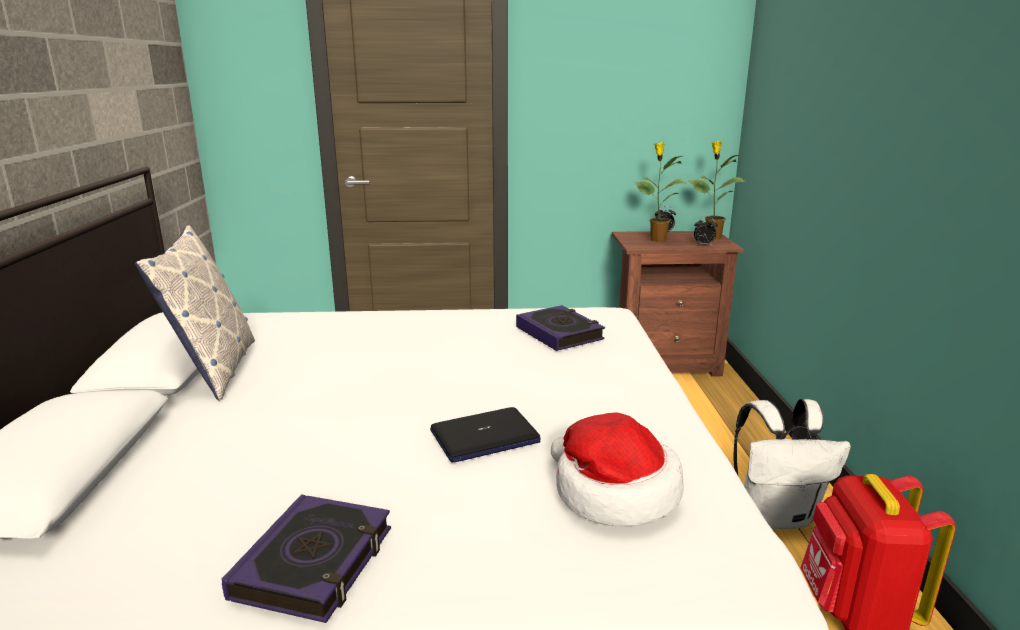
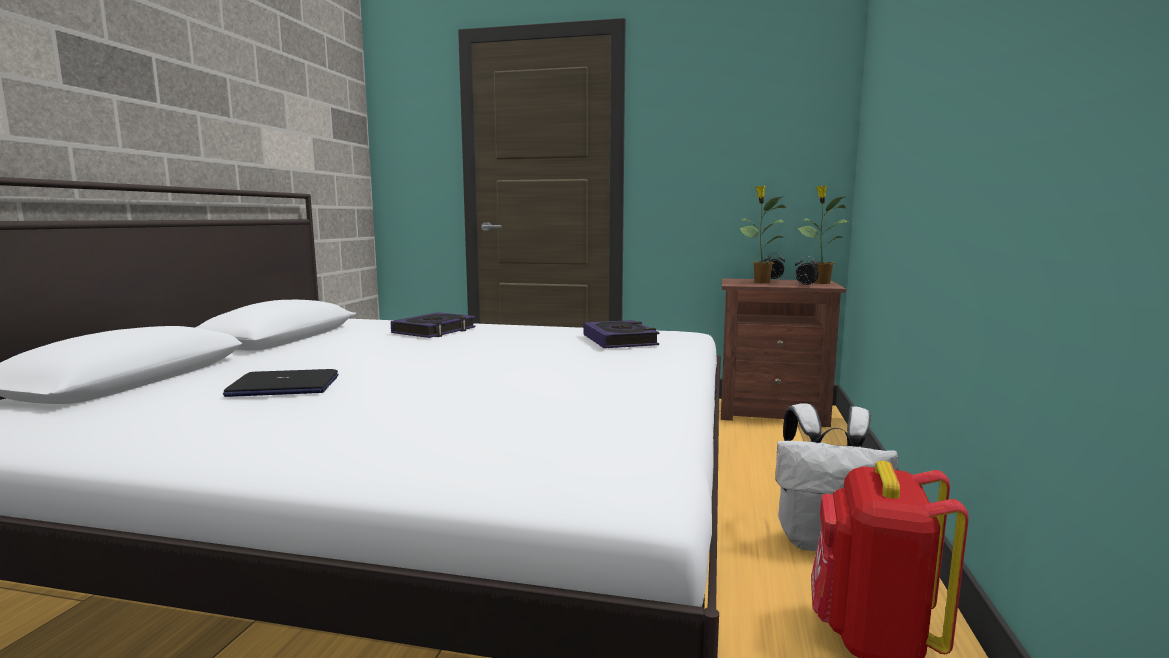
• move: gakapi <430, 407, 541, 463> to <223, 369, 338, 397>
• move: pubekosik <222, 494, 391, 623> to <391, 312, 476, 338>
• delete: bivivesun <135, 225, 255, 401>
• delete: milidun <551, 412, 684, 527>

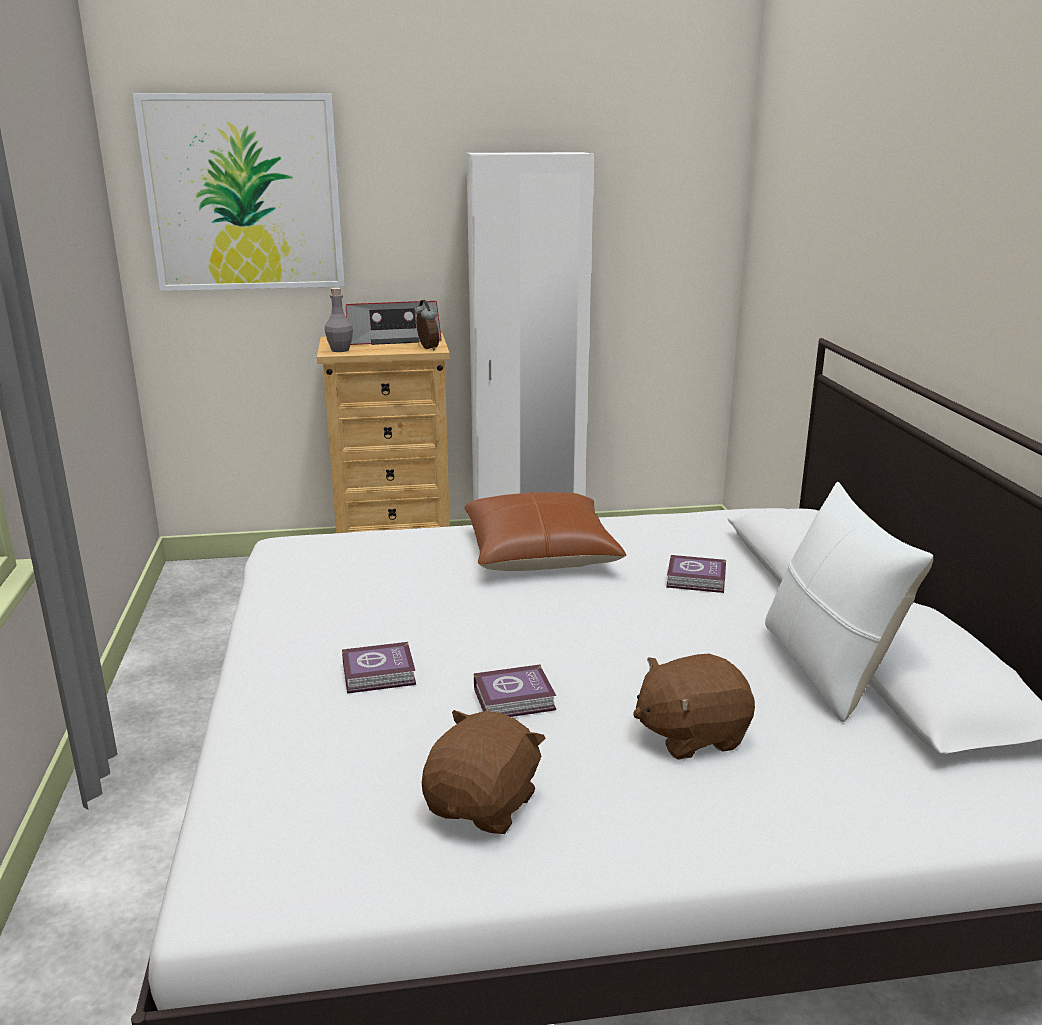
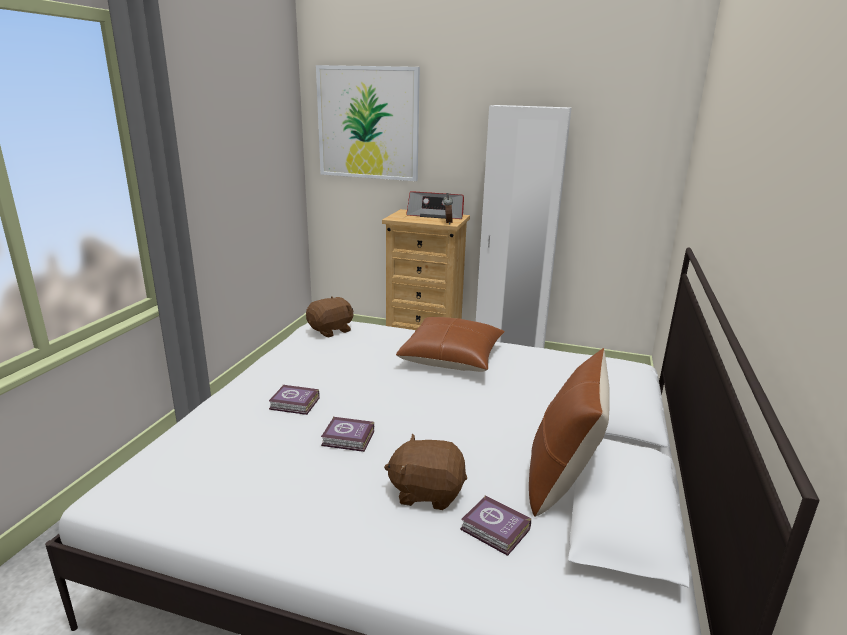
• move: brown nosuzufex <422, 710, 546, 834> to <306, 296, 353, 337>
• move: pubekosik <666, 555, 726, 593> to <460, 495, 531, 556>
• recolor: white bivivesun <765, 482, 933, 722> to brown bivivesun <529, 348, 610, 517>
• delete: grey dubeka <325, 288, 353, 352>

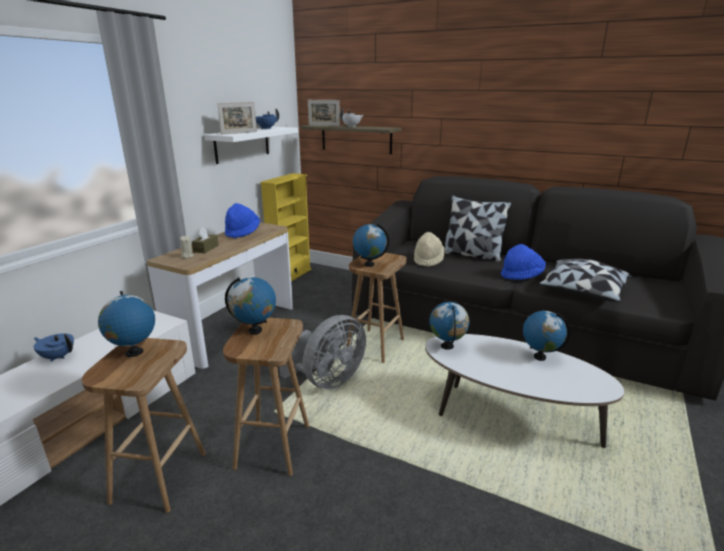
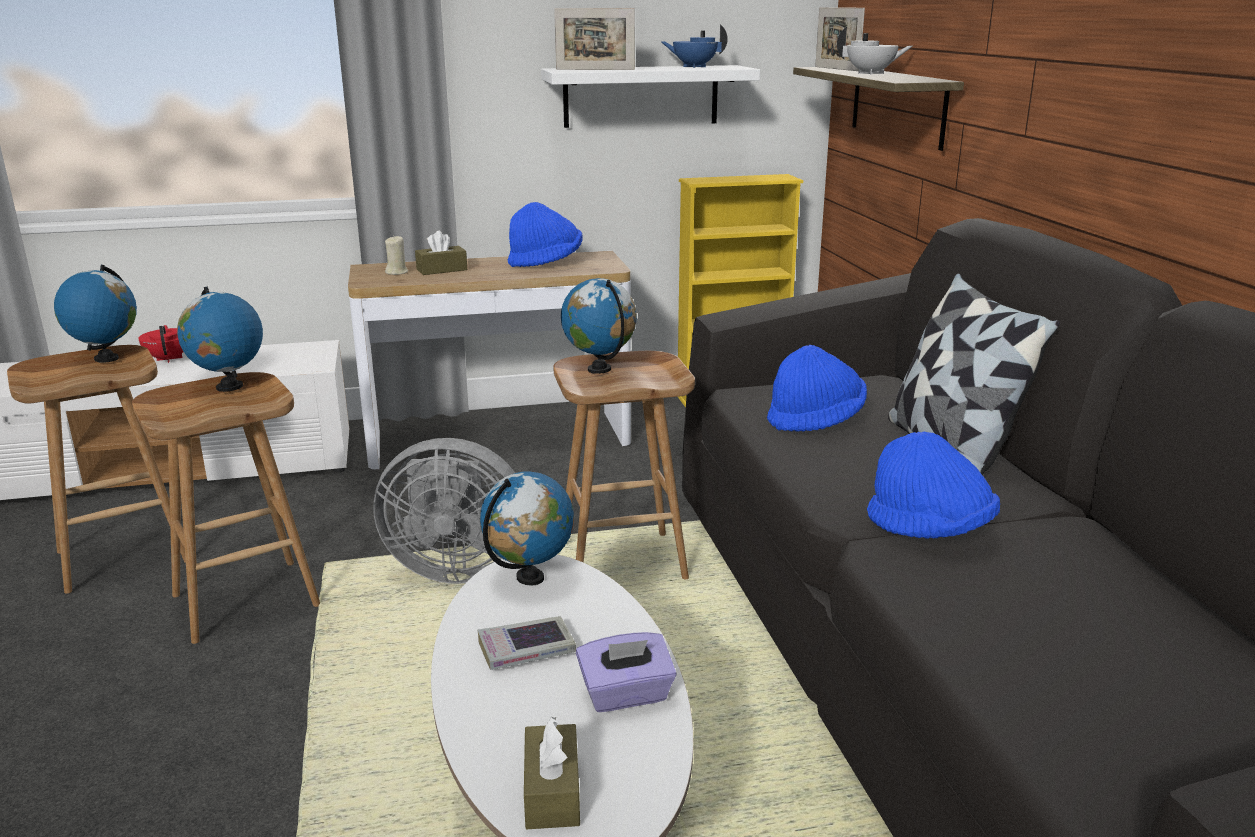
• recolor: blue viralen <34, 333, 74, 361> to red viralen <138, 325, 183, 363>
• insert: pubekosik <478, 616, 576, 670>
• insert: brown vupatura <524, 717, 580, 829>
• replace: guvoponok <523, 311, 570, 361> to purple vupatura <576, 632, 676, 712>
• recolor: beige milidun <414, 232, 445, 267> to blue milidun <767, 345, 867, 432>
• delete: bivivesun <539, 259, 632, 302>

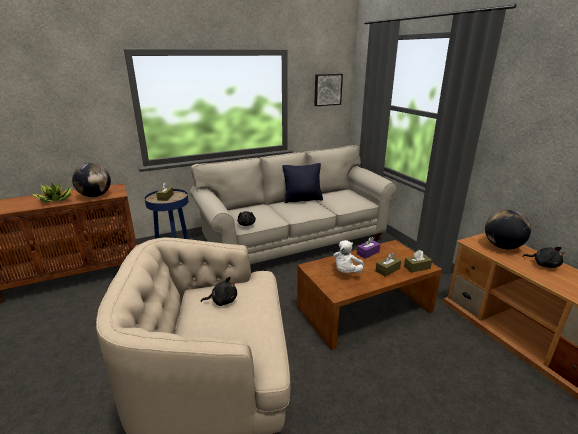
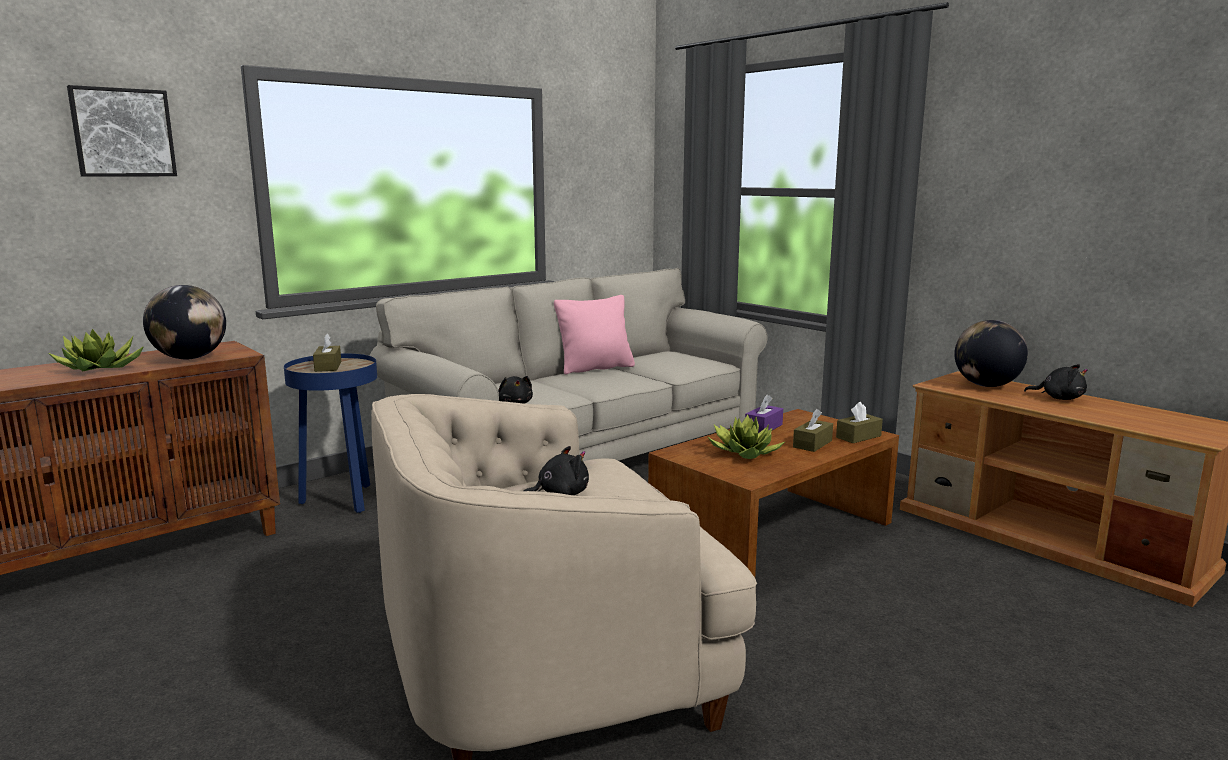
• move: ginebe <314, 74, 343, 106> to <67, 85, 177, 177>
• recolor: black bivivesun <282, 163, 323, 203> to pink bivivesun <554, 295, 635, 374>
• replace: white nosuzufex <333, 240, 364, 273> to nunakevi <708, 415, 786, 459>

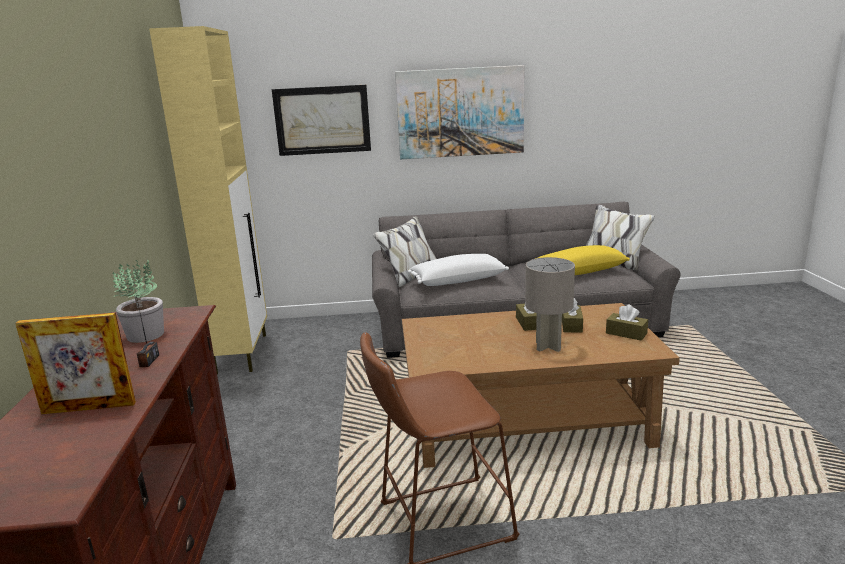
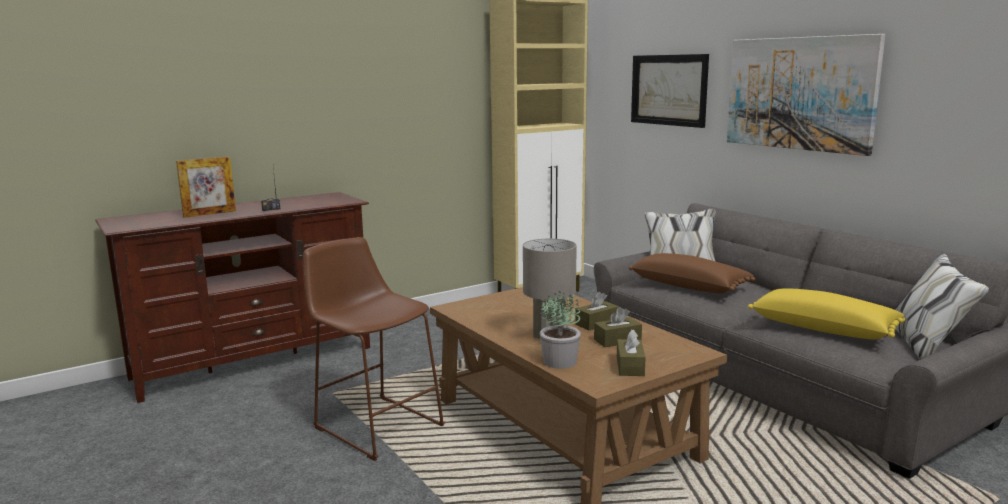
• rotate: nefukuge <15, 312, 136, 414> = <176, 156, 236, 218> 90 degrees counterclockwise
• move: nunakevi <112, 260, 164, 343> to <540, 291, 581, 369>
• recolor: white bivivesun <408, 254, 509, 286> to brown bivivesun <629, 253, 755, 293>

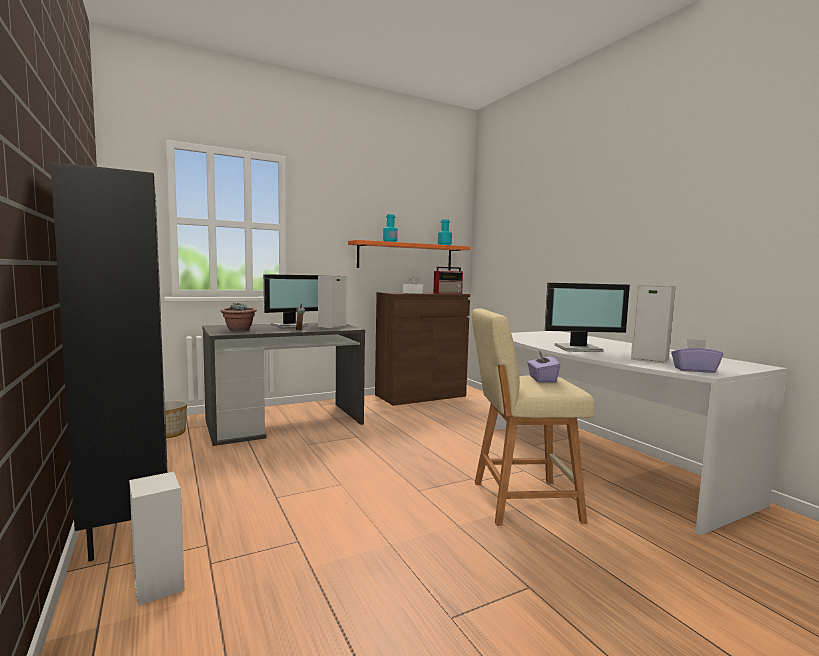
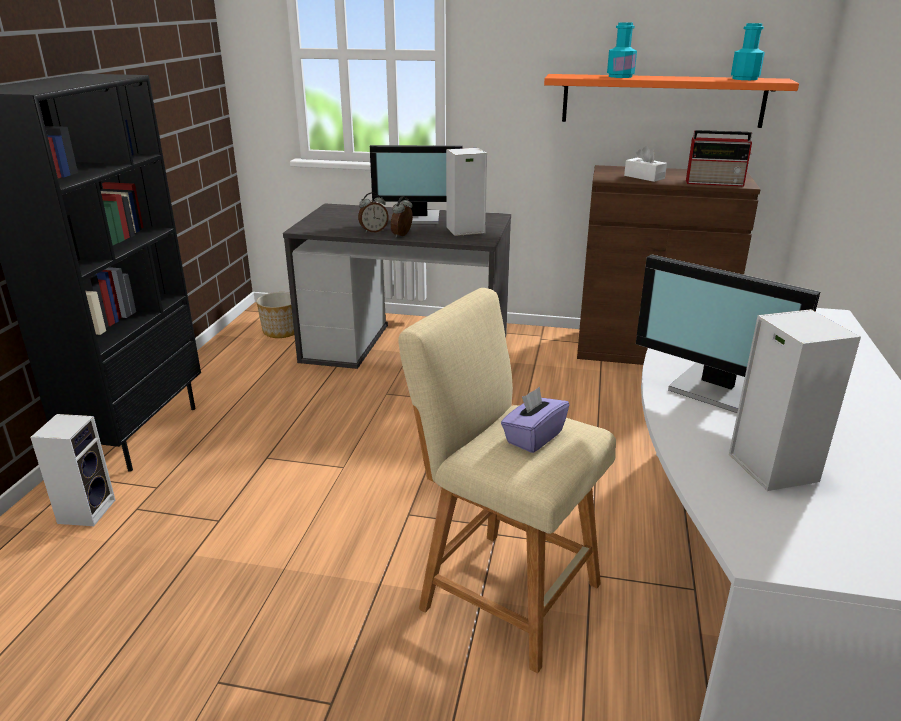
• insert: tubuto <358, 192, 389, 233>
• delete: nunakevi <220, 303, 257, 331>
• delete: purple vupatura <671, 339, 723, 373>

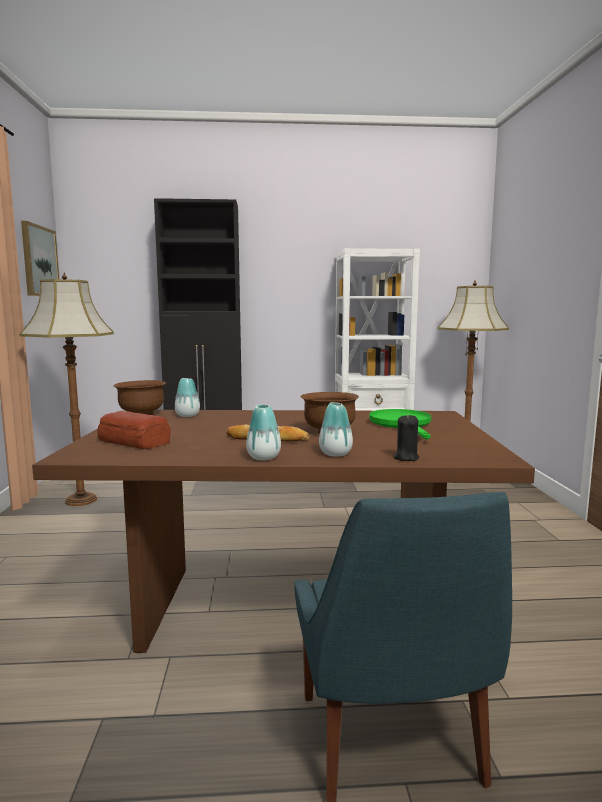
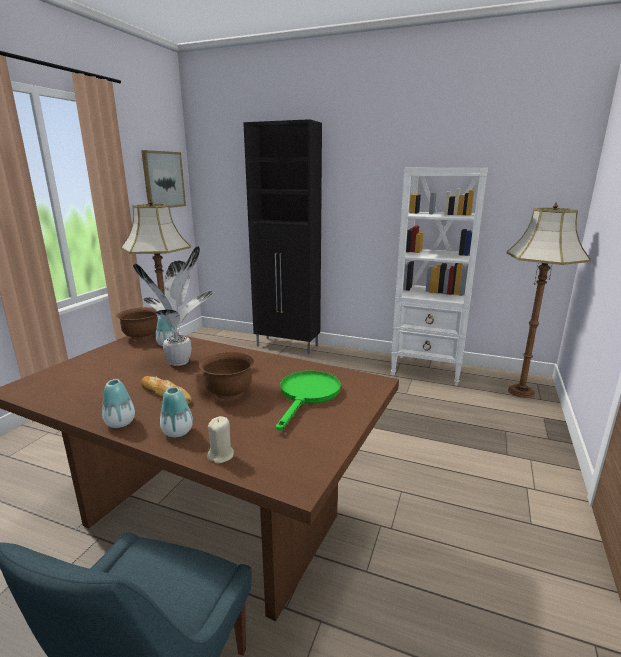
• insert: nunakevi <133, 246, 213, 366>
• recolor: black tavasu <393, 414, 419, 461> to beige tavasu <207, 416, 234, 464>
• delete: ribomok <97, 411, 171, 449>

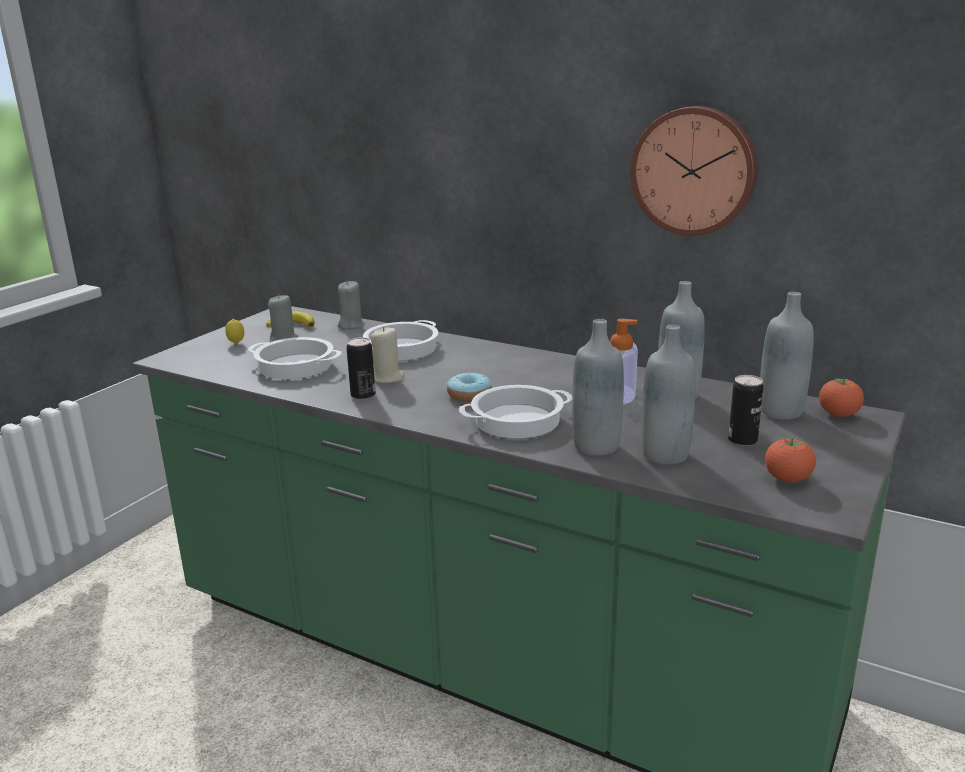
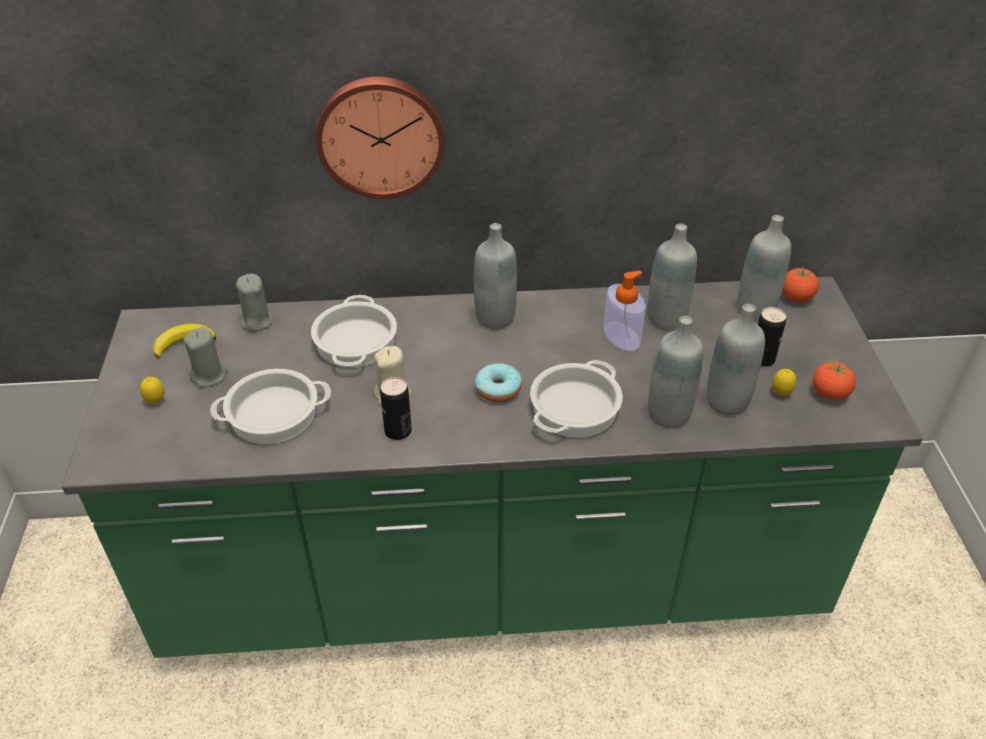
• move: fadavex <630, 106, 757, 236> to <316, 77, 445, 199>
• insert: grey dubeka <474, 223, 517, 330>
• insert: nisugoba <772, 369, 796, 395>

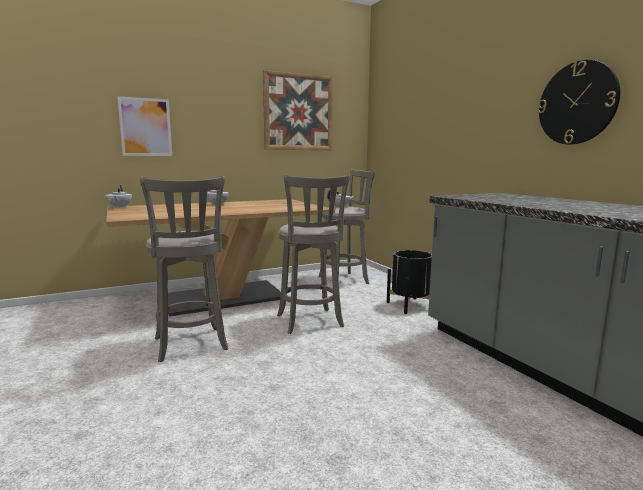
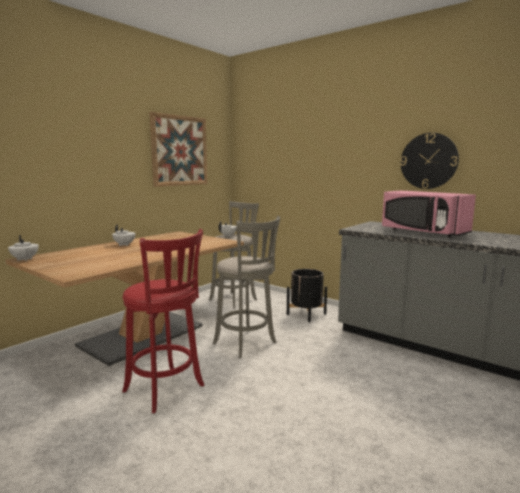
• recolor: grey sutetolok <140, 176, 229, 362> to red sutetolok <122, 229, 204, 413>
• insert: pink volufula <382, 191, 476, 238>
• delete: ginebe <117, 96, 172, 156>

